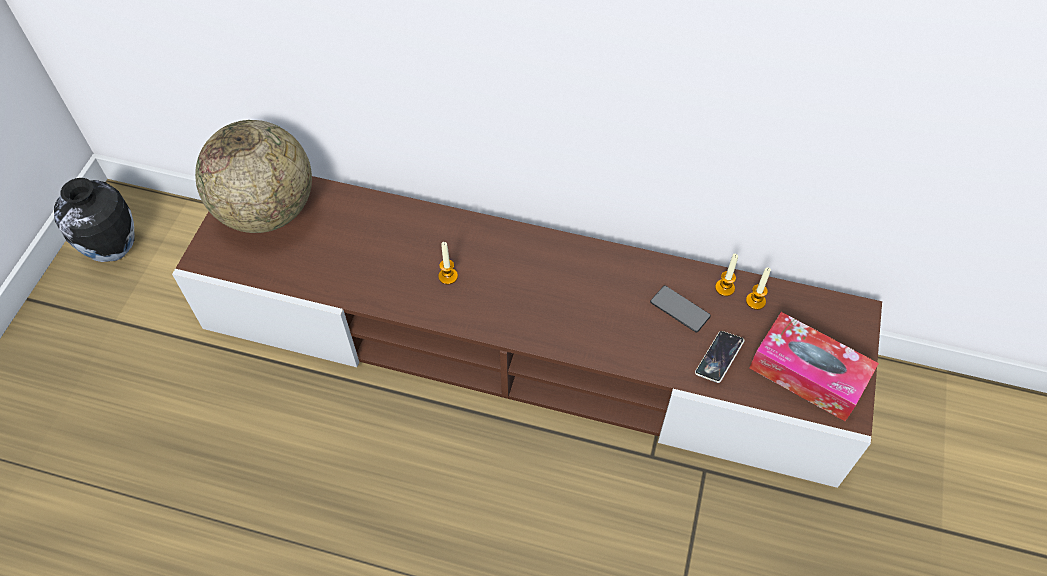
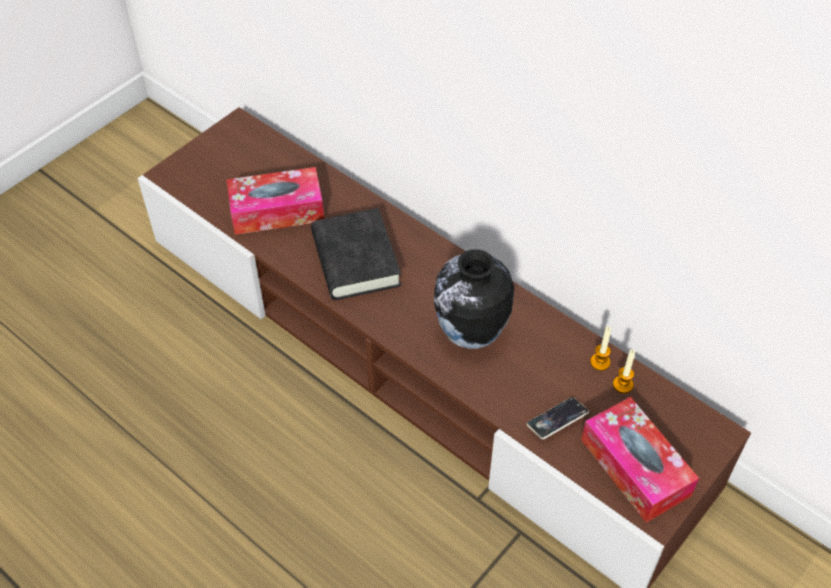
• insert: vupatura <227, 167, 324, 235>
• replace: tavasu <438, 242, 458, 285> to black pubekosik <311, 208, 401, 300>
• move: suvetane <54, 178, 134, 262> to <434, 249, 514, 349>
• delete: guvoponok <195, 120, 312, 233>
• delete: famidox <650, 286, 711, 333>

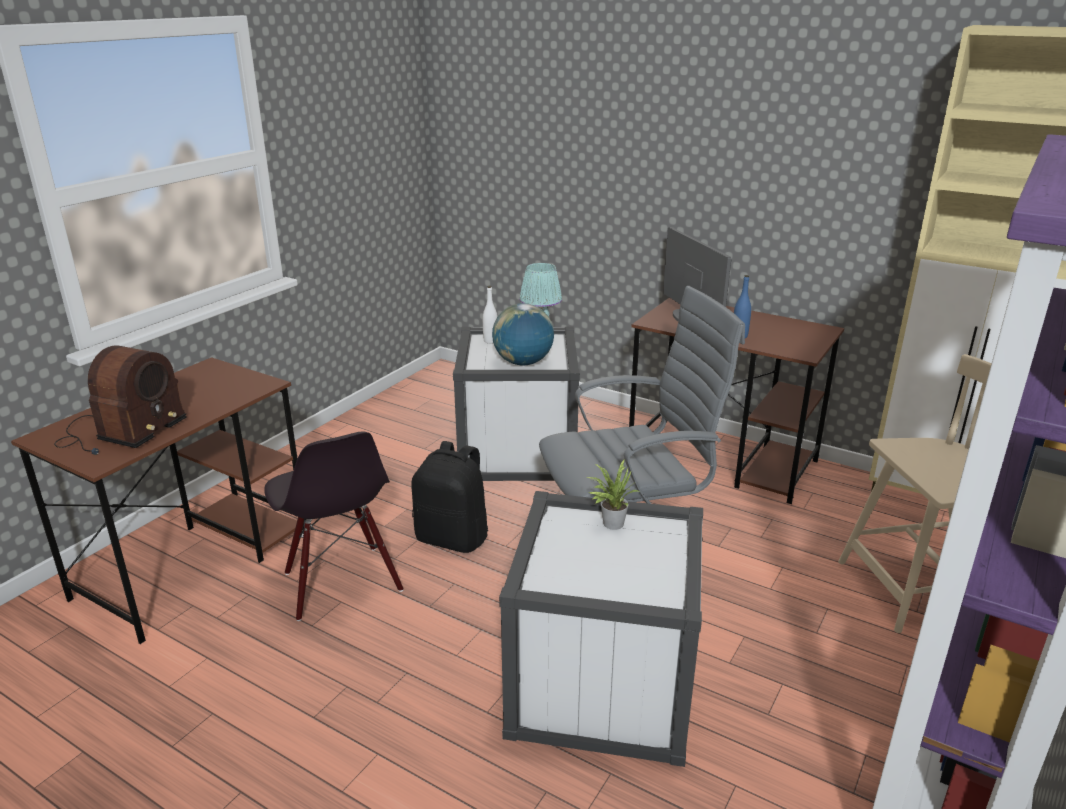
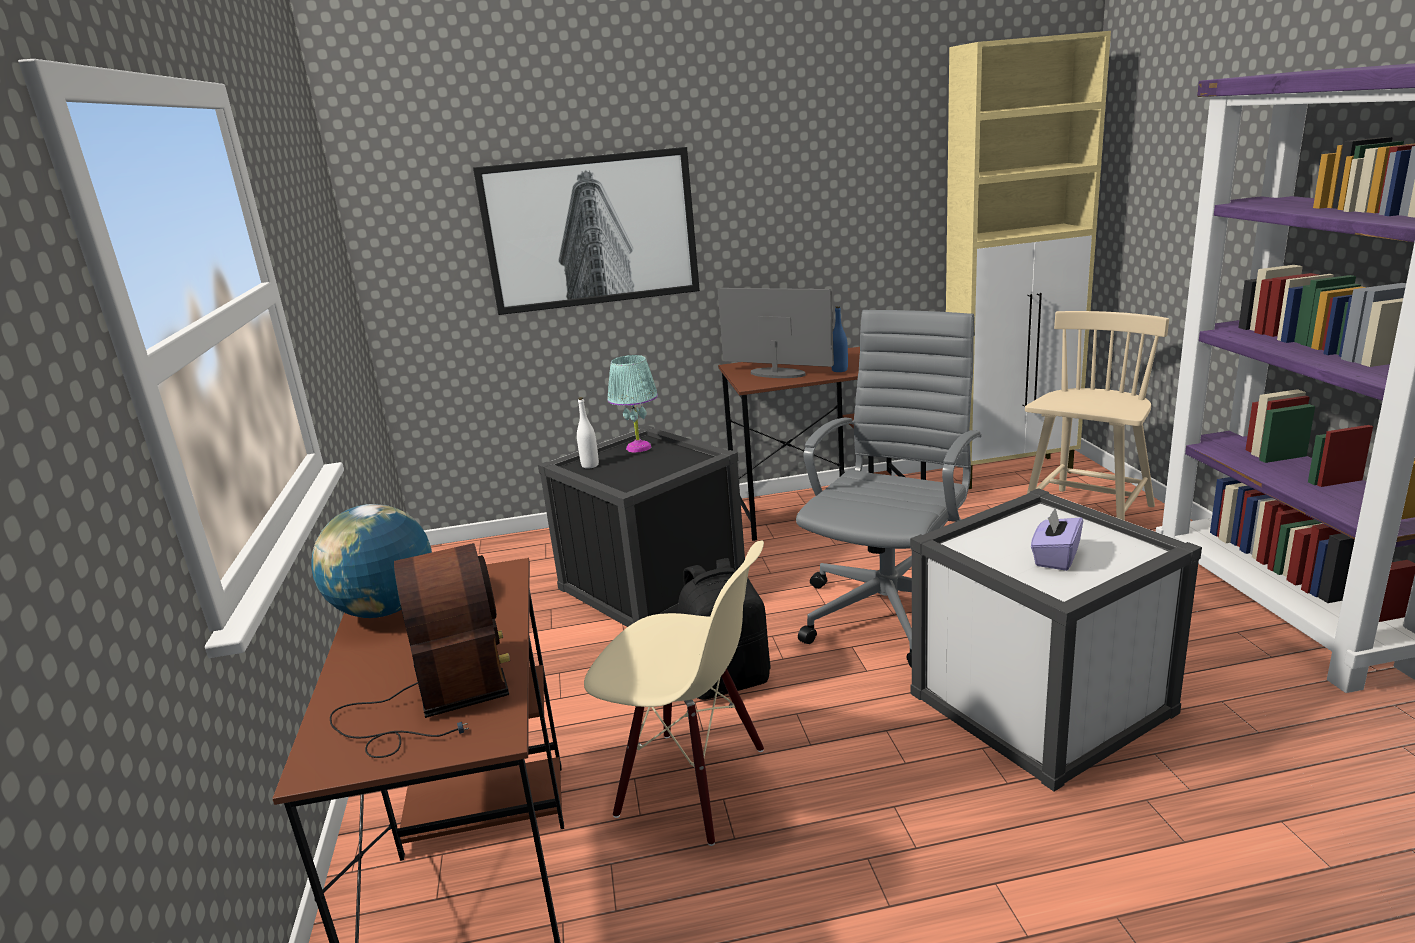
• move: guvoponok <492, 303, 554, 365> to <311, 504, 432, 618>
• insert: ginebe <473, 147, 700, 315>
• recolor: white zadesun <453, 327, 580, 481> to black zadesun <538, 426, 745, 627>
• recolor: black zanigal <264, 431, 404, 621> to beige zanigal <584, 541, 764, 846>
• insert: purple vupatura <1031, 508, 1083, 571>
• delete: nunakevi <586, 460, 639, 530>

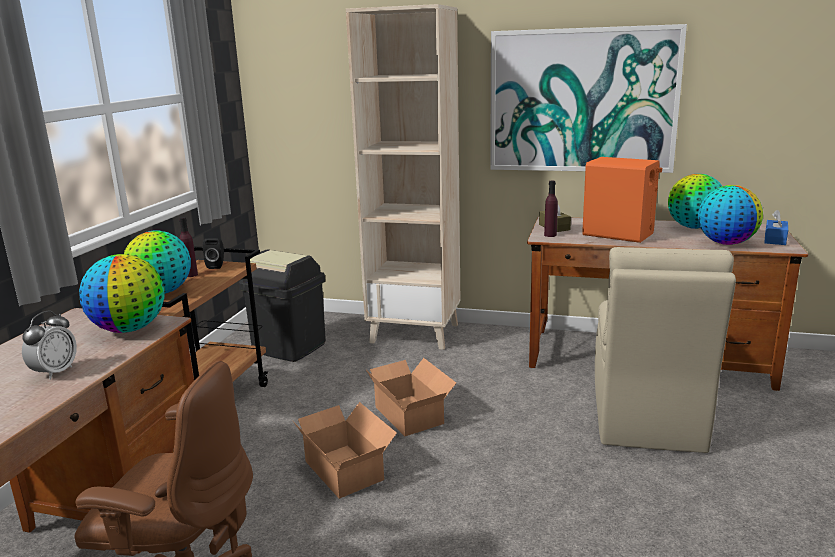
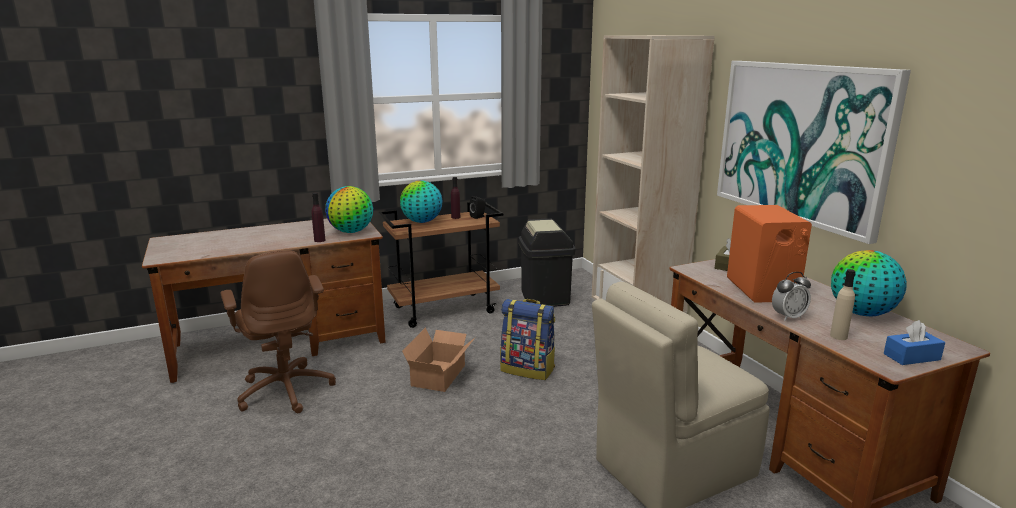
• move: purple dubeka <544, 181, 558, 237> to <311, 193, 325, 242>
• replace: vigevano <366, 358, 456, 436> to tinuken <500, 299, 555, 380>
• move: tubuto <22, 311, 77, 380> to <772, 272, 811, 321>
• replace: guvoponok <698, 185, 763, 245> to beige dubeka <830, 269, 856, 340>

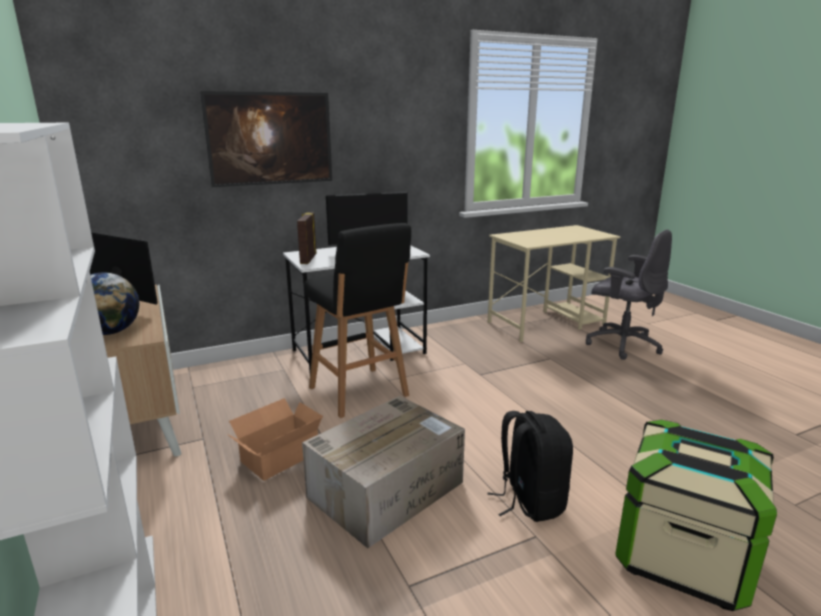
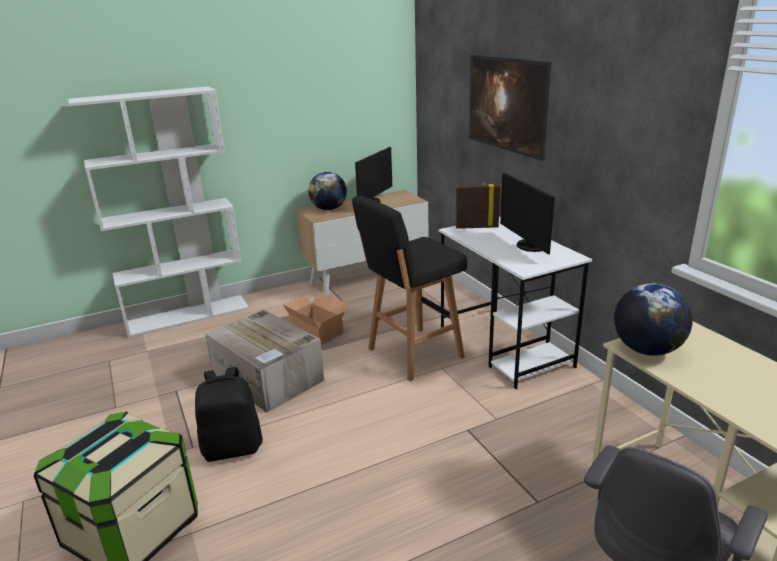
• insert: guvoponok <614, 283, 693, 356>

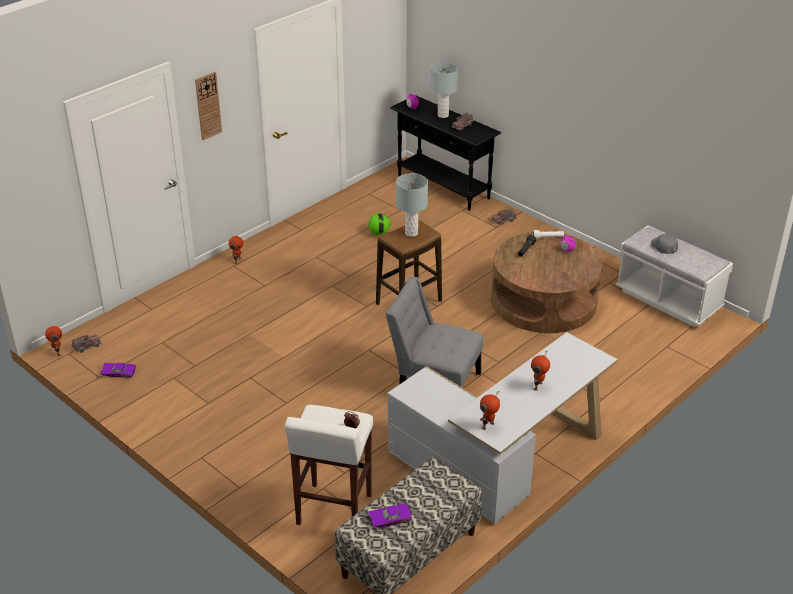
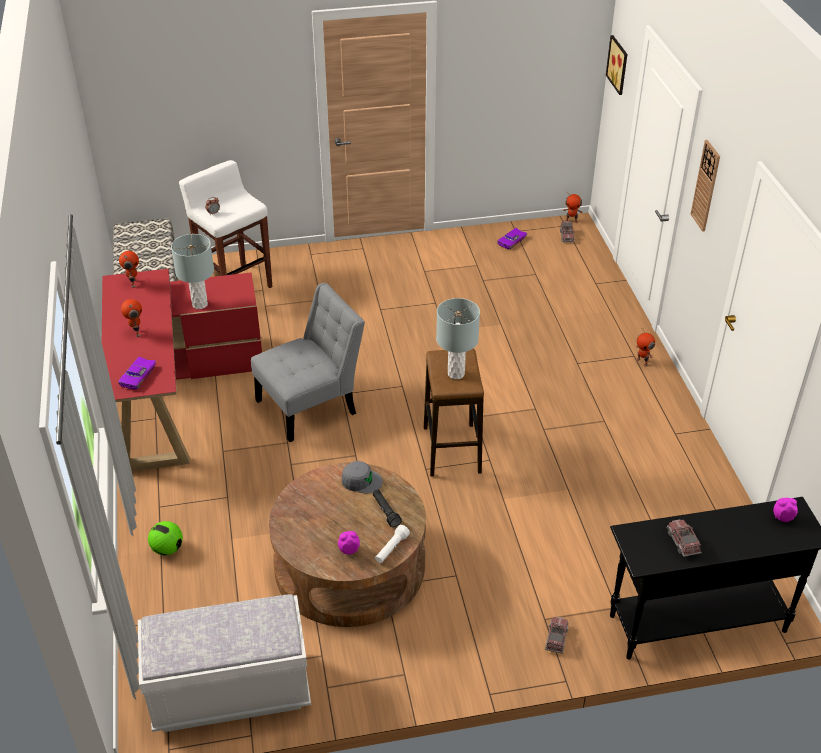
• recolor: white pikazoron <387, 332, 618, 524> to red pikazoron <102, 269, 262, 472>
• move: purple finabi <368, 503, 412, 527> to <118, 357, 156, 390>
• move: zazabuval <368, 213, 390, 236> to <148, 521, 183, 556>
• move: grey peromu <430, 62, 458, 118> to <171, 234, 214, 309>
• move: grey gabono <651, 234, 678, 254> to <342, 461, 383, 493>
• insert: ginebe <606, 35, 627, 95>

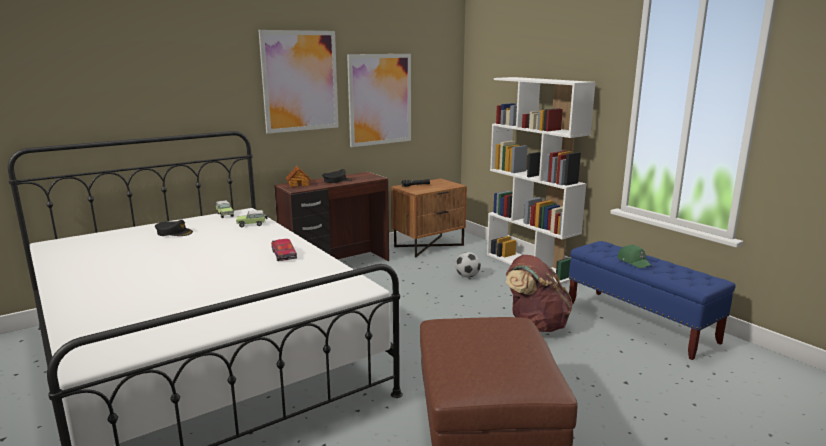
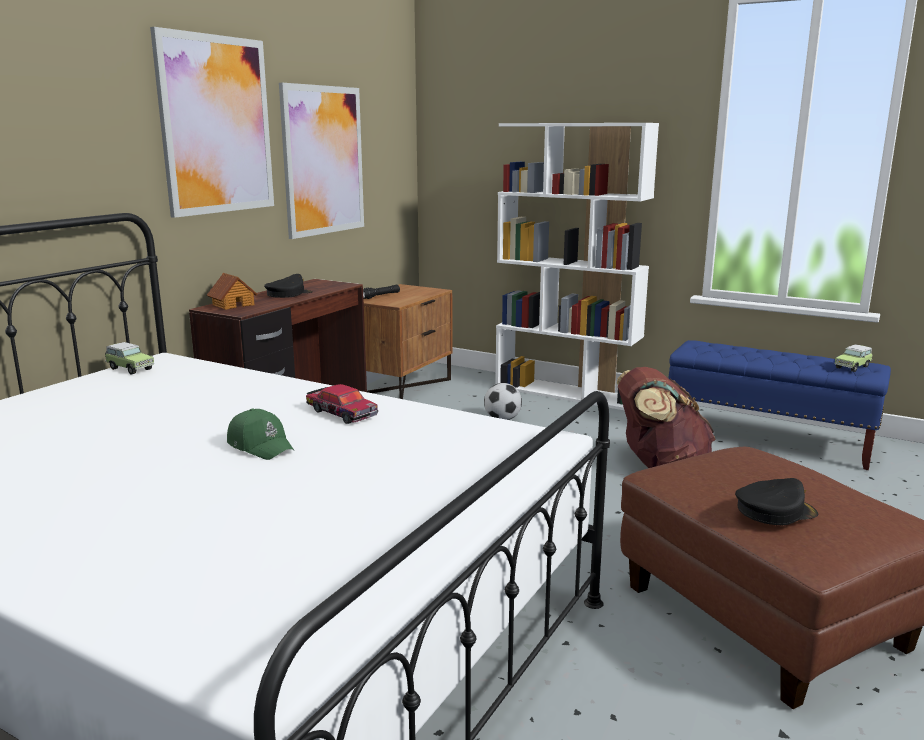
• move: green gabono <617, 245, 652, 268> to <227, 409, 294, 460>
• move: black gabono <155, 220, 193, 236> to <735, 478, 818, 525>
• move: finabi <236, 210, 267, 227> to <835, 344, 872, 372>

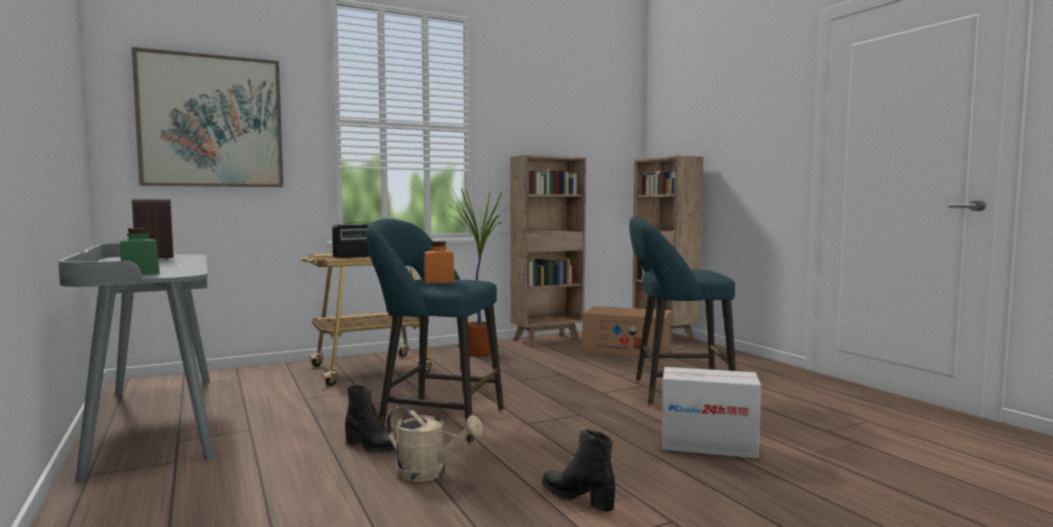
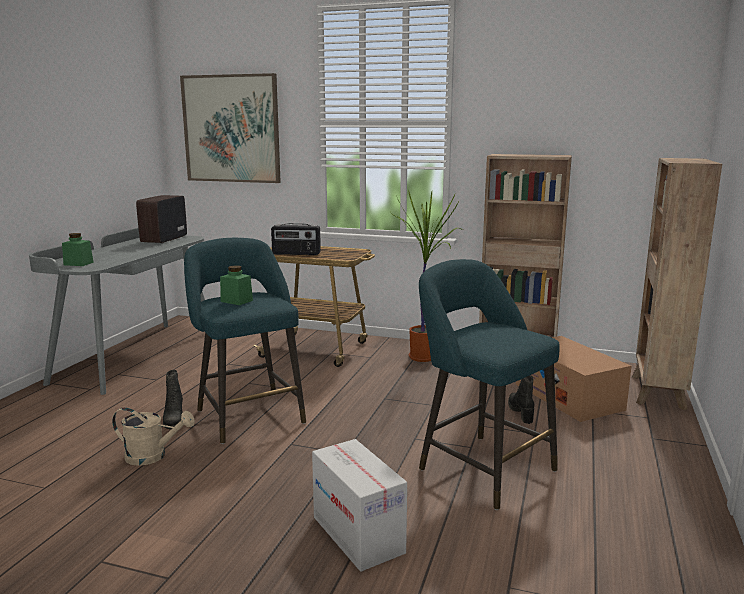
• rotate: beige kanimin <386, 405, 483, 482> = <112, 408, 195, 466> 60 degrees counterclockwise
• recolor: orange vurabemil <424, 241, 455, 283> to green vurabemil <220, 265, 253, 305>
• move: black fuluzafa <542, 429, 615, 512> to <508, 375, 534, 424>

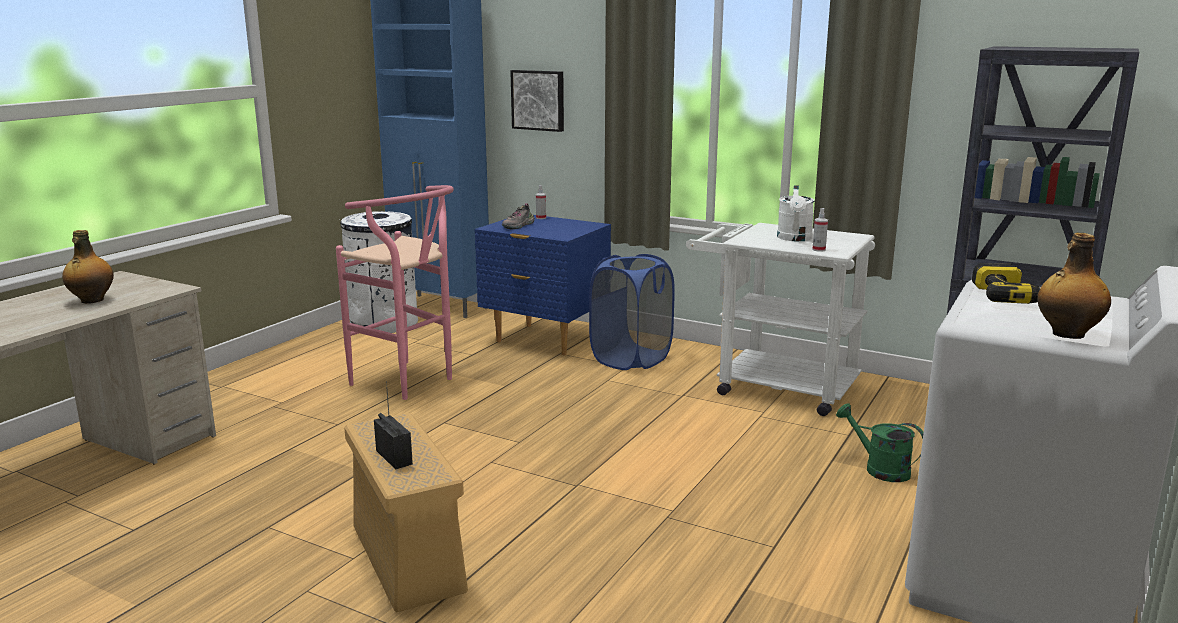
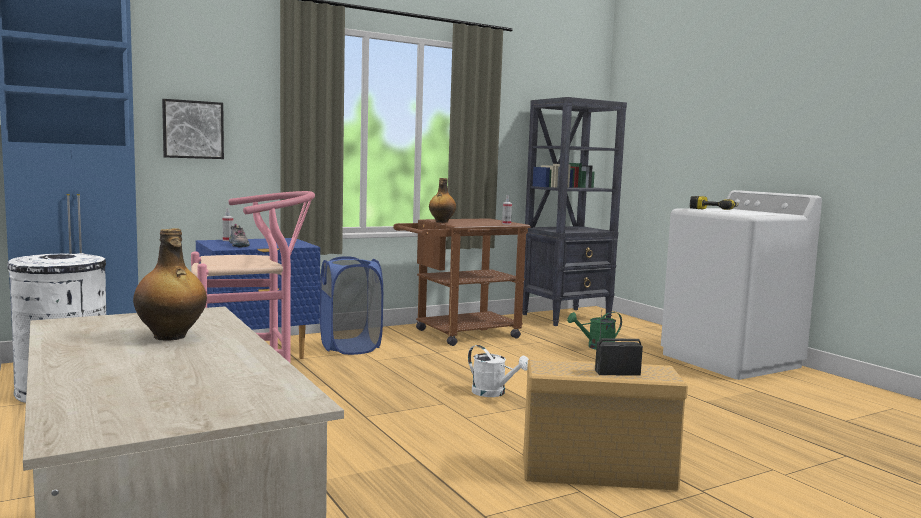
• recolor: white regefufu <686, 223, 875, 416> to brown regefufu <393, 218, 530, 346>
• move: dubeka <1038, 233, 1111, 339> to <429, 178, 456, 223>
• move: white kanimin <777, 185, 814, 241> to <468, 345, 529, 397>

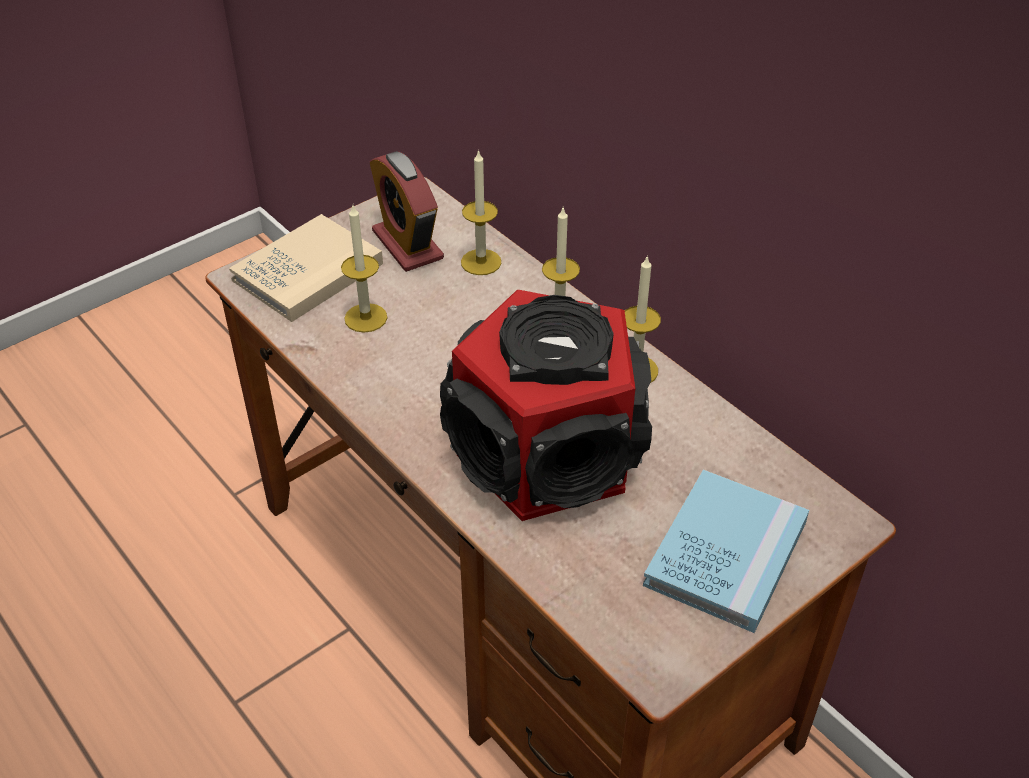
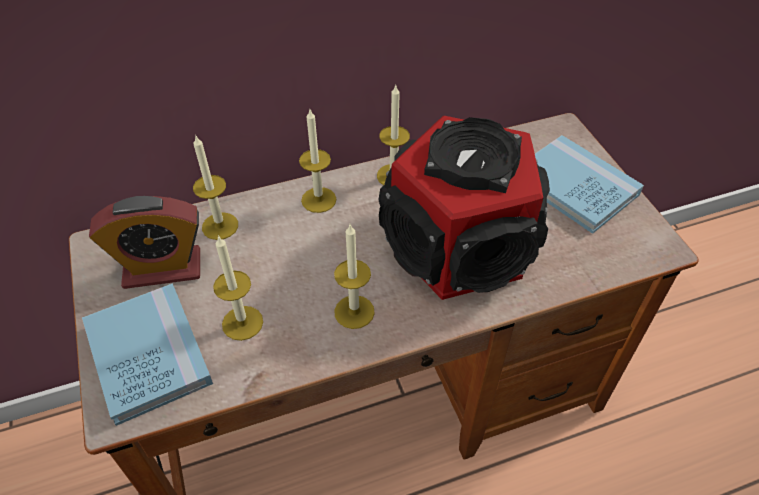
• recolor: beige pubekosik <229, 214, 383, 322> to blue pubekosik <82, 283, 213, 426>
• insert: tavasu <334, 225, 375, 329>

